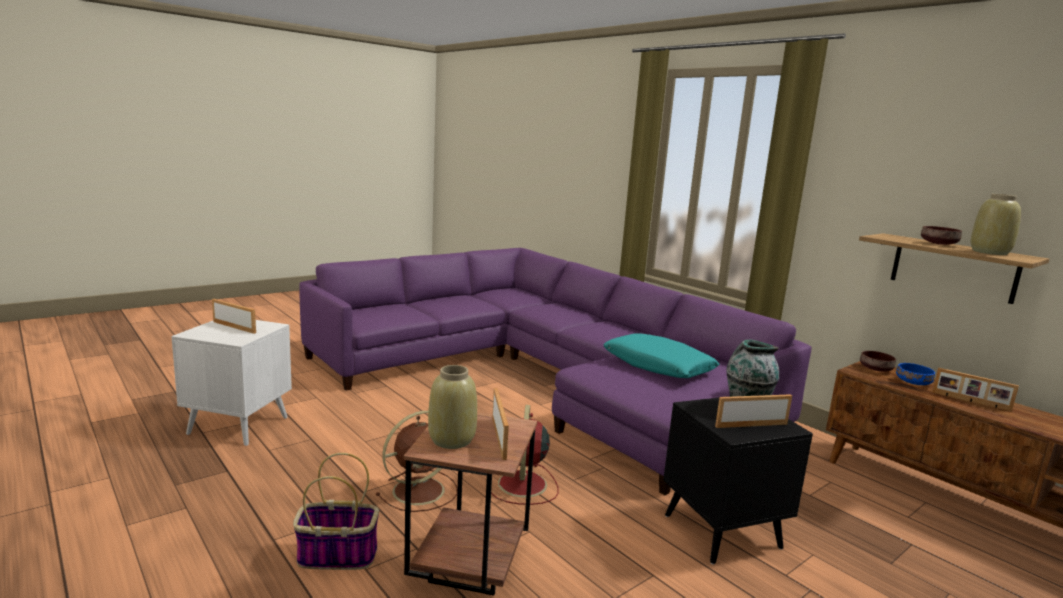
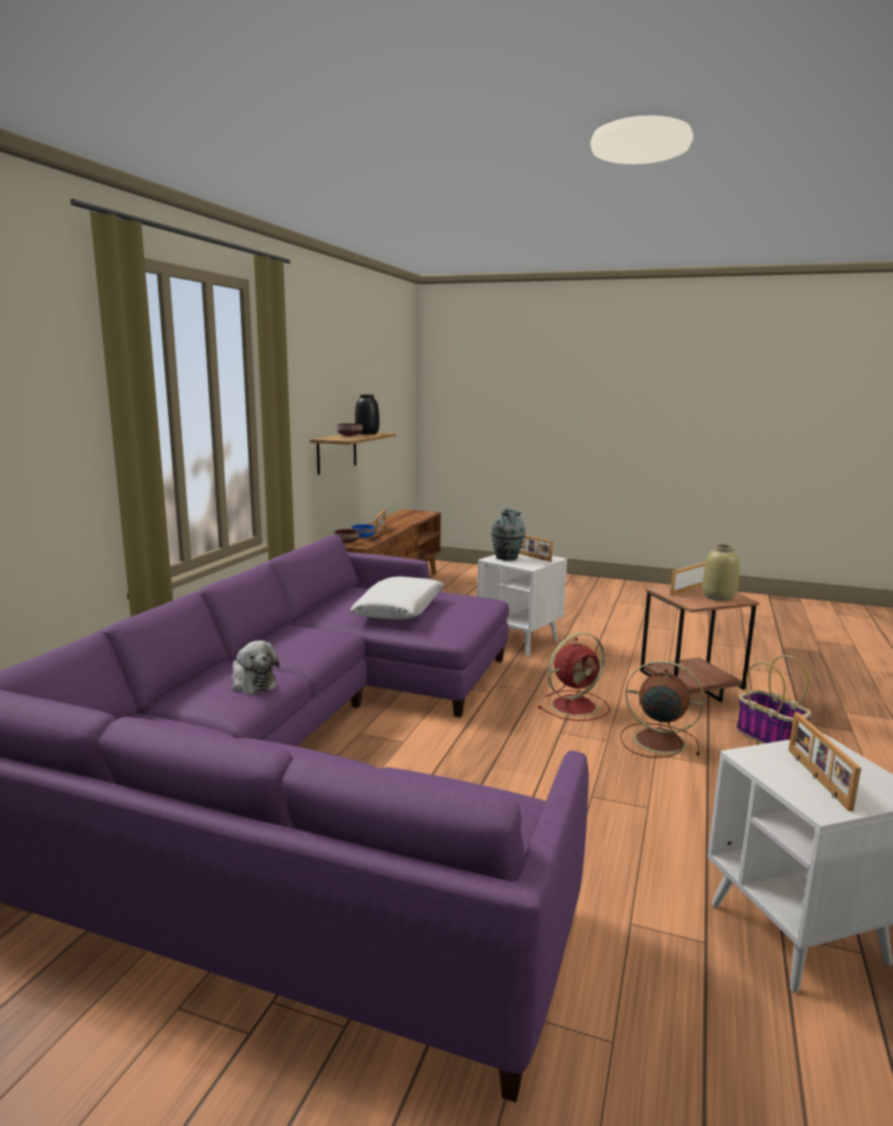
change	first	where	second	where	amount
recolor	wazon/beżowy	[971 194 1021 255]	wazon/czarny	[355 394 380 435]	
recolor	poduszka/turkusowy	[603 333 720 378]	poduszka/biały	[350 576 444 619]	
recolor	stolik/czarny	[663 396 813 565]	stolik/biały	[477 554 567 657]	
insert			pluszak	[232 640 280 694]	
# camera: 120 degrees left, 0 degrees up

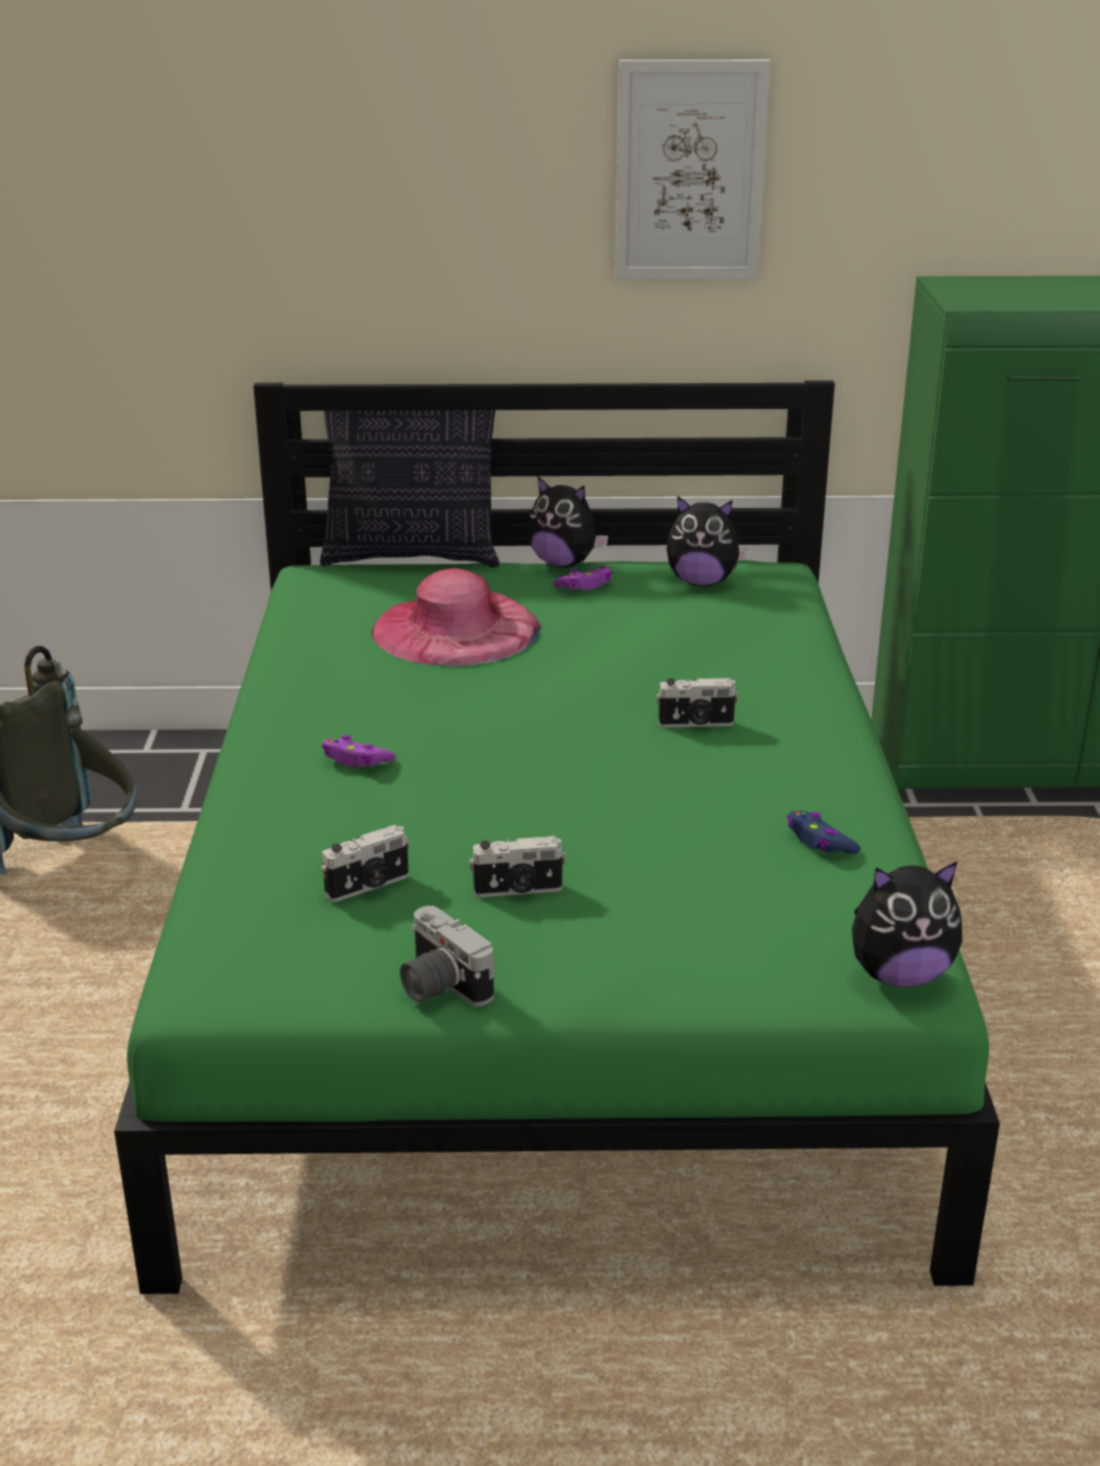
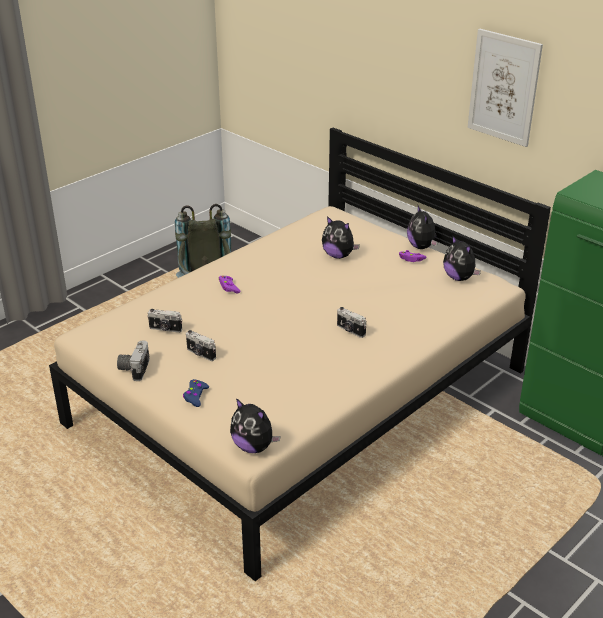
change	first	where	second	where	amount
recolor	łóżko/zielony	[114 380 1000 1294]	łóżko/beżowy	[49 128 551 581]	
delete	poduszka	[320 410 499 568]			
replace	kapelusz/różowy	[371 568 541 667]	pluszak	[322 216 360 259]	
move	pad do gier/niebieski	[787 811 861 854]		[183 379 209 407]	
# camera: 45 degrees right, 5 degrees up

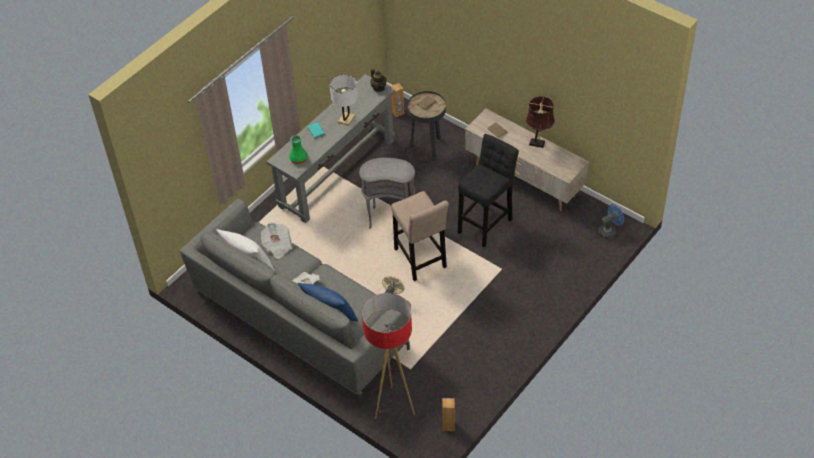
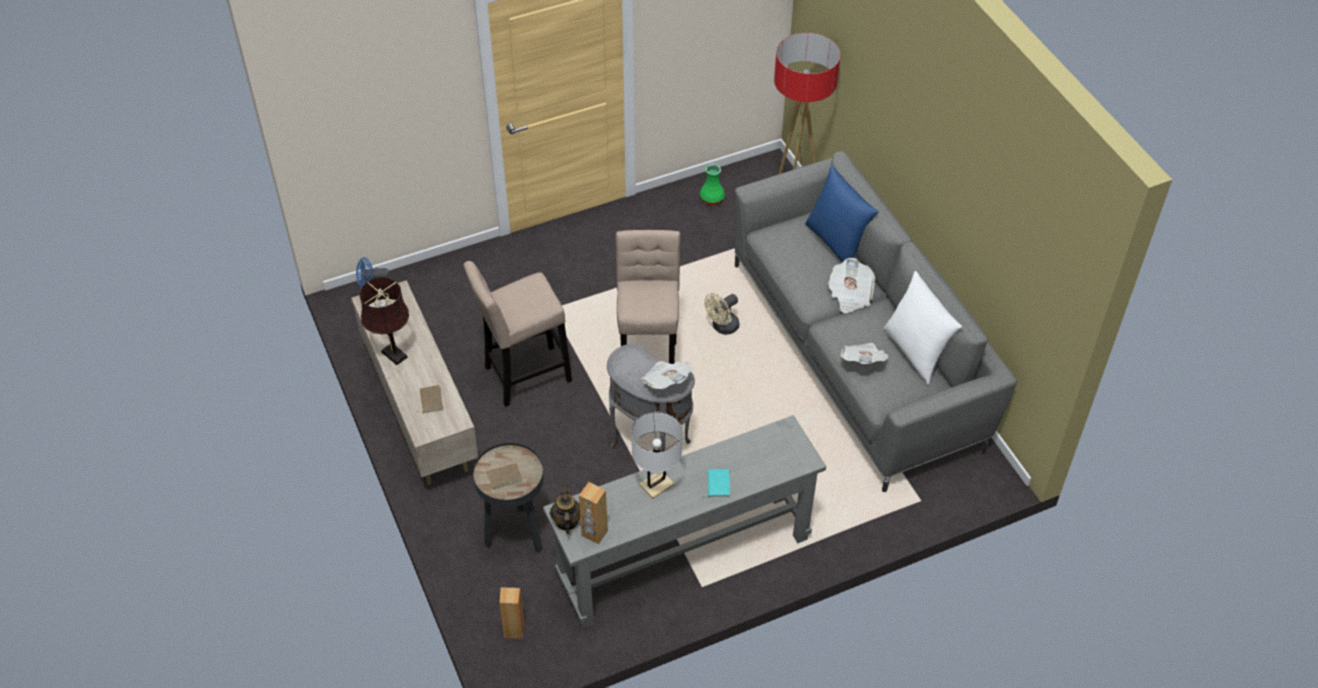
change	first	where	second	where	amount
recolor	stołek/czarny	[458 134 519 248]	stołek/beżowy	[463 261 572 407]	
move	wazon/zielony	[289 135 307 164]		[700 164 725 205]	
move	głośnik/brązowy	[442 398 455 431]		[579 482 608 544]	
insert			gazeta	[641 361 694 389]	
# camera: 155 degrees left, 0 degrees up

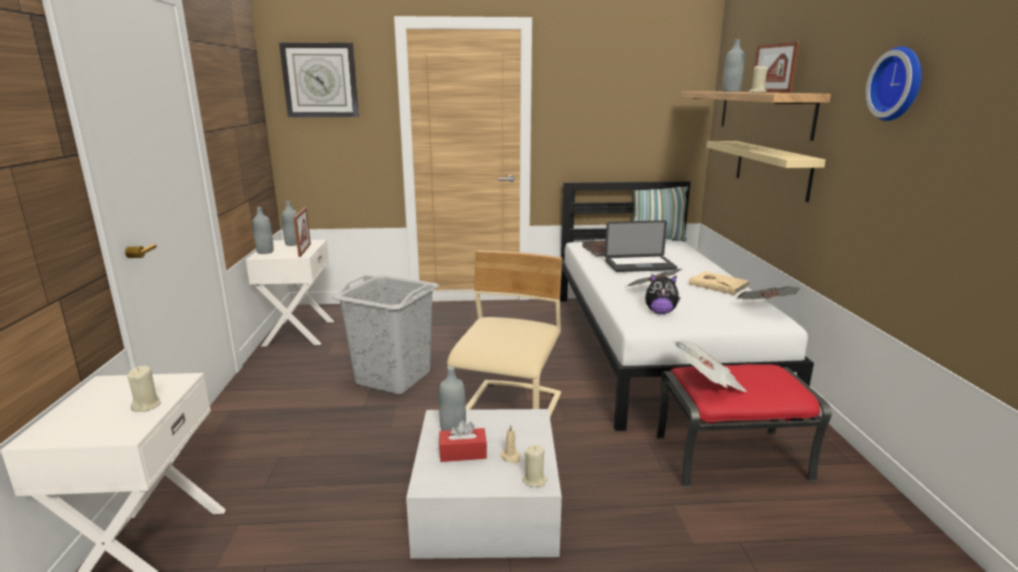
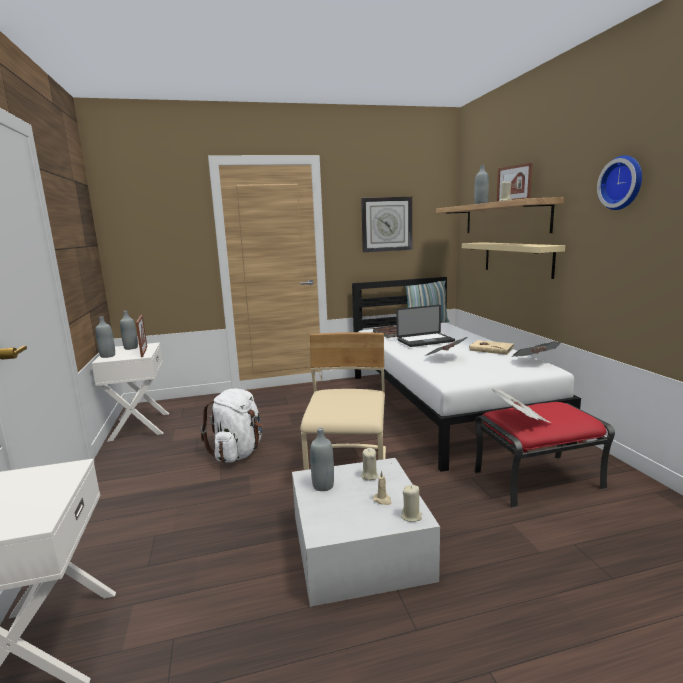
change	first	where	second	where	amount
move	zegar ścienny	[279 42 359 117]		[361 197 412 252]	
delete	pluszak	[645 274 681 314]			
replace	kosz na pranie/szary	[332 275 439 394]	plecak/biały	[201 388 262 463]	
move	świeca/beżowy	[127 366 161 412]		[361 448 378 481]	
delete	pudełko chusteczek/czerwony	[439 420 487 462]			
# camera: 10 degrees left, 5 degrees down

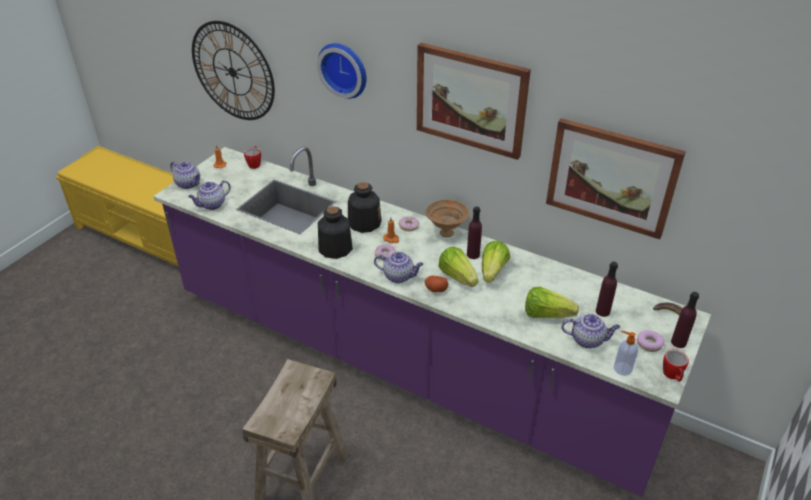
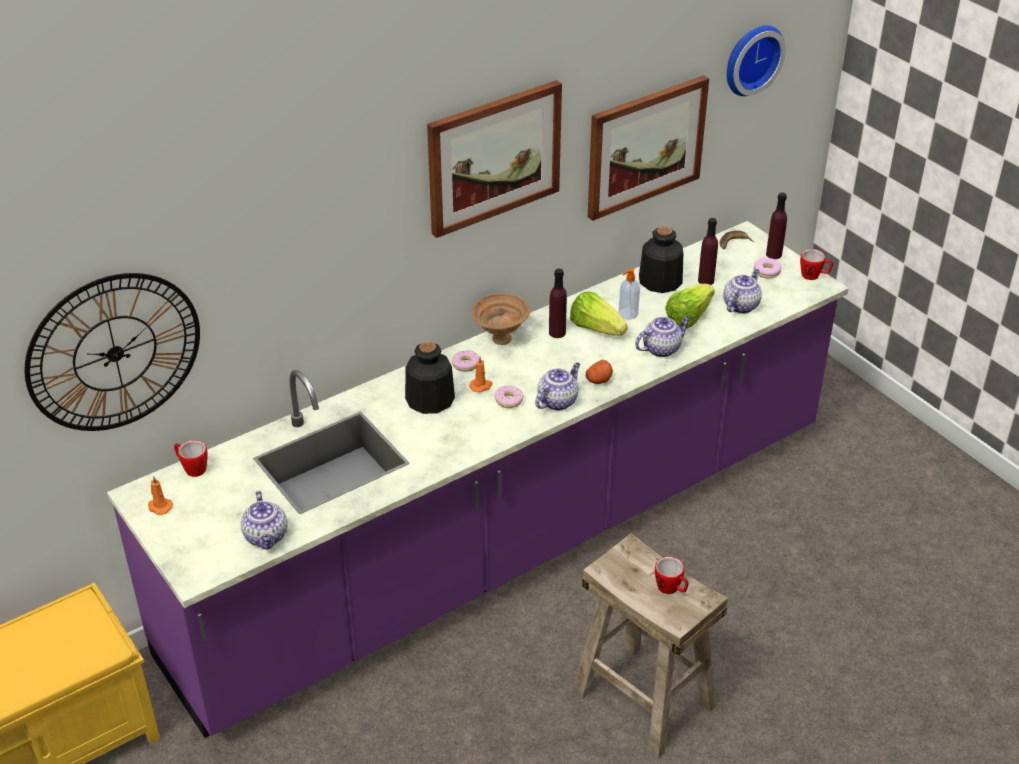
change	first	where	second	where	amount
move	zegar ścienny	[317 43 367 99]		[727 25 786 96]	
move	imbryk	[170 161 201 189]		[635 316 691 357]	
move	butelka	[318 206 353 259]		[639 226 683 293]	
delete	sałata	[438 247 478 287]			
move	dozownik mydła	[614 331 638 376]		[619 268 640 320]	
insert			kubek	[655 557 688 594]	
# camera: 65 degrees left, 0 degrees up

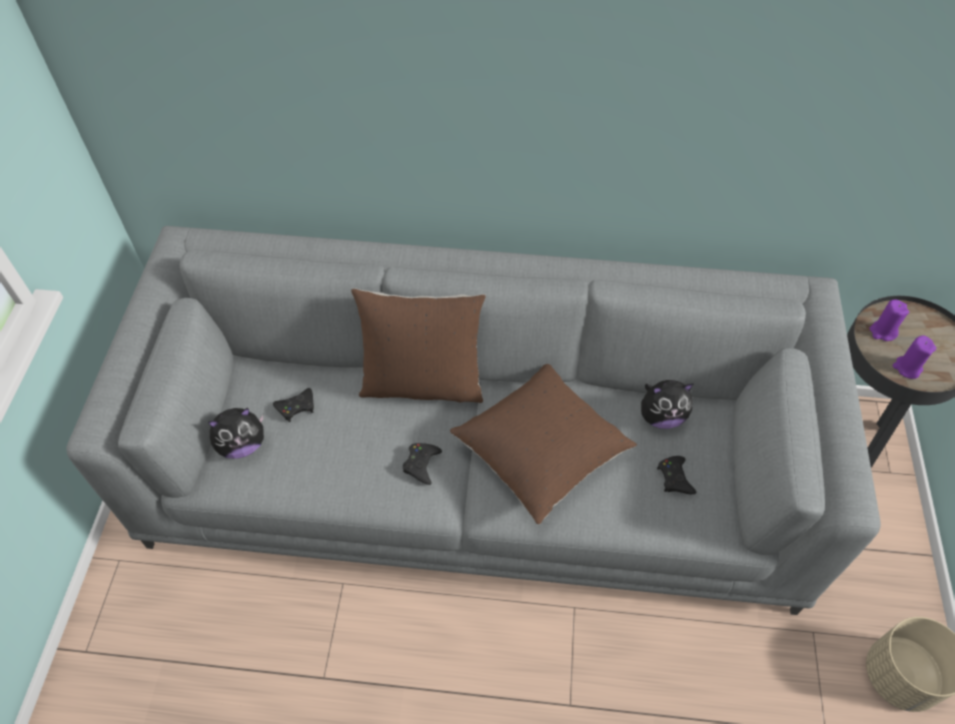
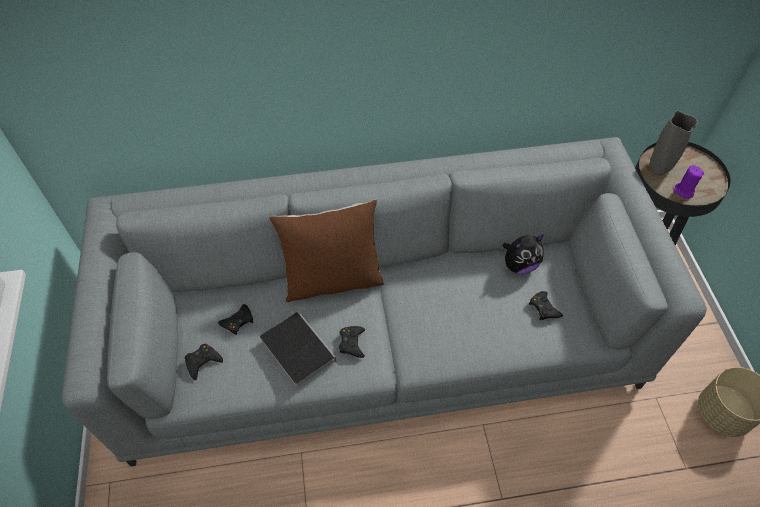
change	first	where	second	where	amount
replace	świeca/fioletowy	[869 300 909 341]	wazon/szary	[650 111 698 176]	
delete	poduszka/brązowy	[450 364 637 525]			
replace	pluszak	[208 408 264 459]	pad do gier/czarny	[185 344 223 380]	
insert			książka	[260 310 336 389]	
# camera: 15 degrees left, 0 degrees up

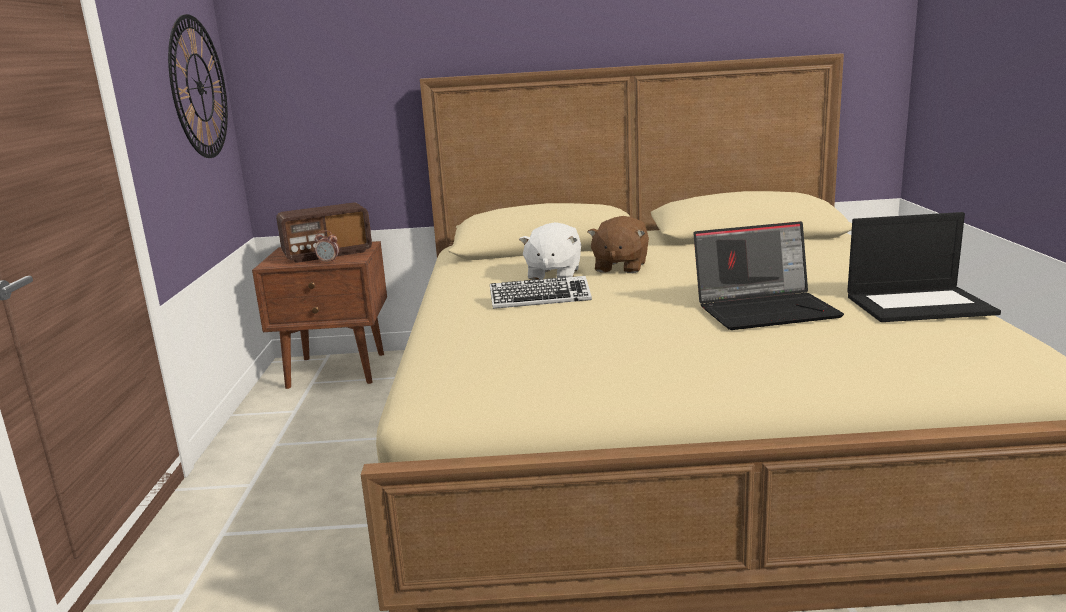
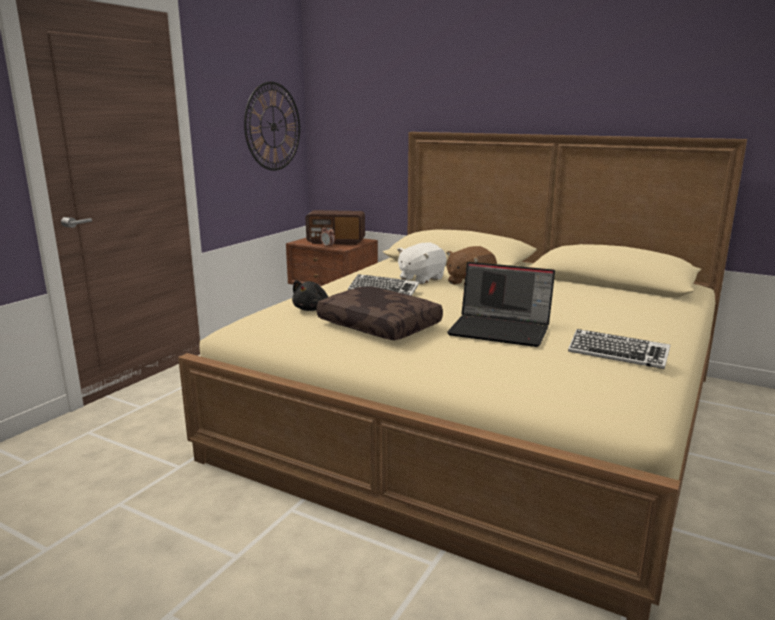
change	first	where	second	where	amount
replace	laptop	[847 212 1001 322]	klawiatura	[568 329 670 369]	
insert			pluszak/czarny	[292 280 328 311]	
insert			poduszka/brązowy	[316 286 443 340]	
# camera: 30 degrees right, 0 degrees up

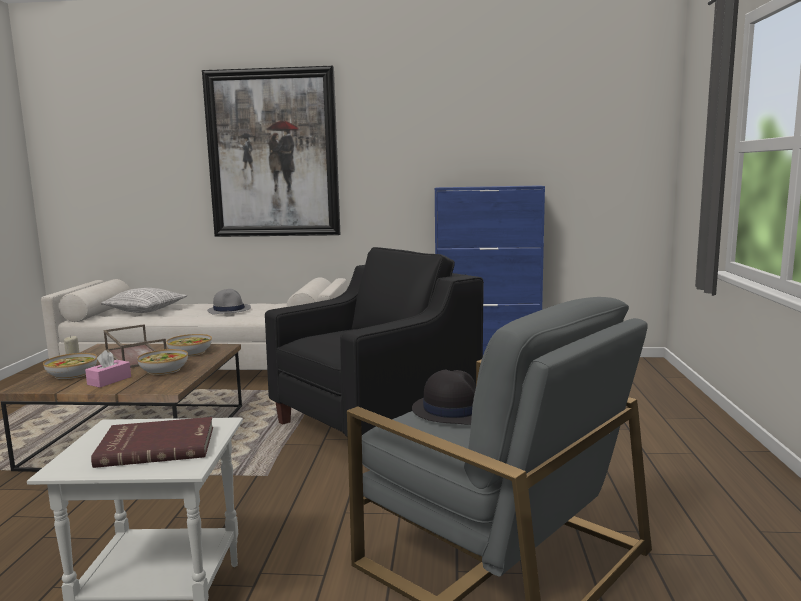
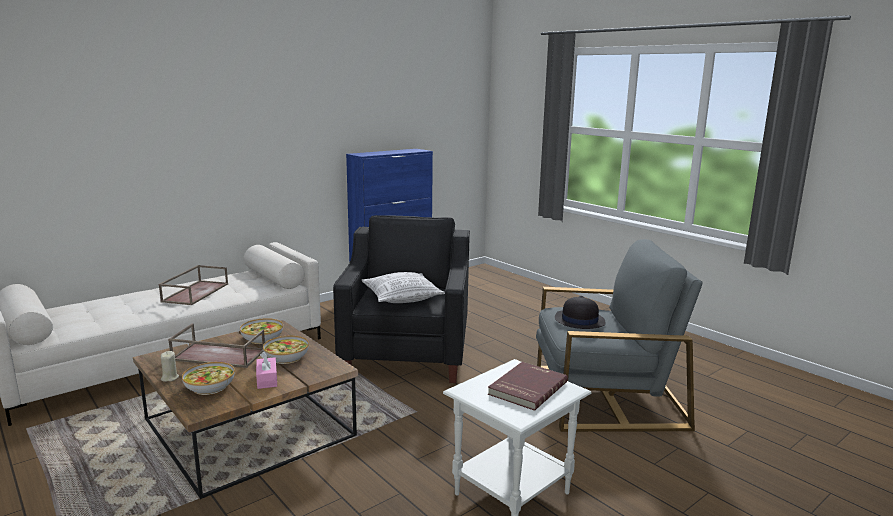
change	first	where	second	where	amount
delete	obraz	[202 66 340 237]			
move	poduszka	[101 288 188 313]		[362 272 445 303]	
replace	kapelusz/szary	[207 289 251 314]	taca/brązowy	[159 265 228 305]	
# camera: 45 degrees left, 5 degrees up

